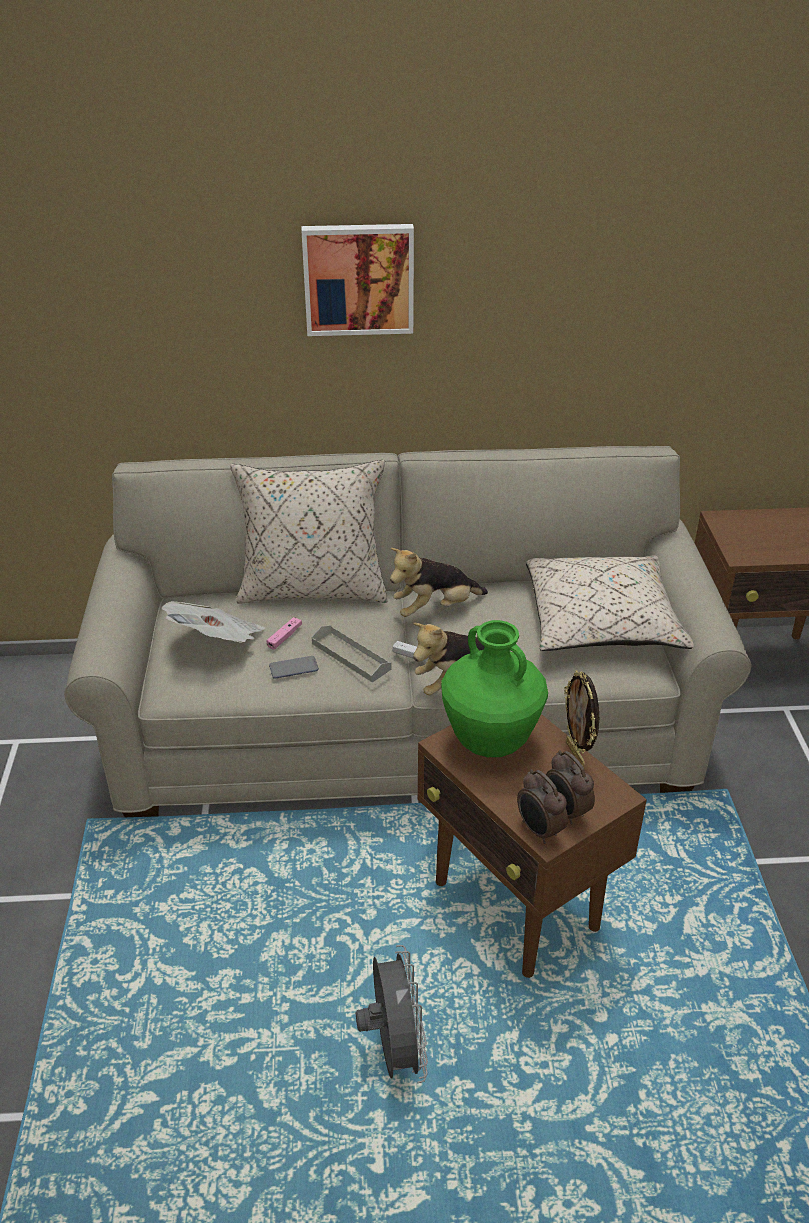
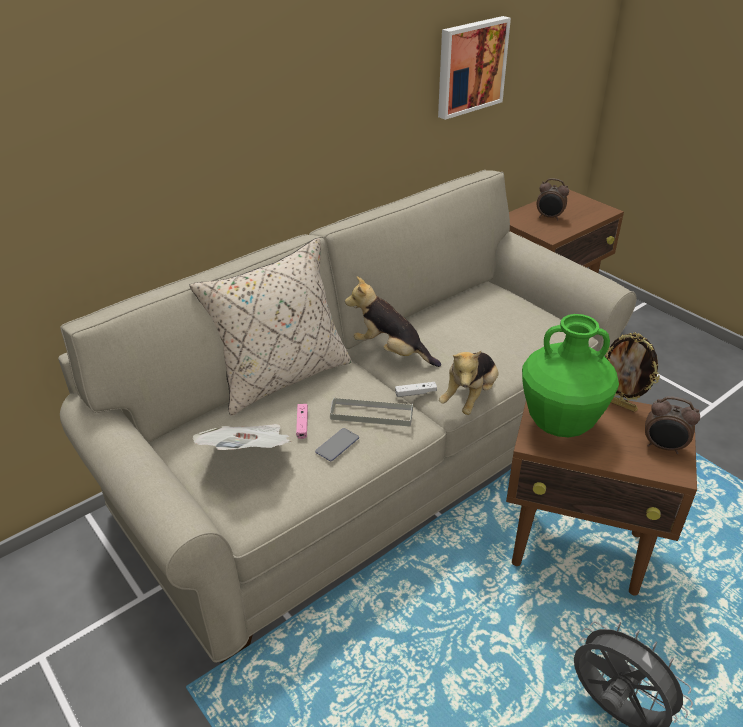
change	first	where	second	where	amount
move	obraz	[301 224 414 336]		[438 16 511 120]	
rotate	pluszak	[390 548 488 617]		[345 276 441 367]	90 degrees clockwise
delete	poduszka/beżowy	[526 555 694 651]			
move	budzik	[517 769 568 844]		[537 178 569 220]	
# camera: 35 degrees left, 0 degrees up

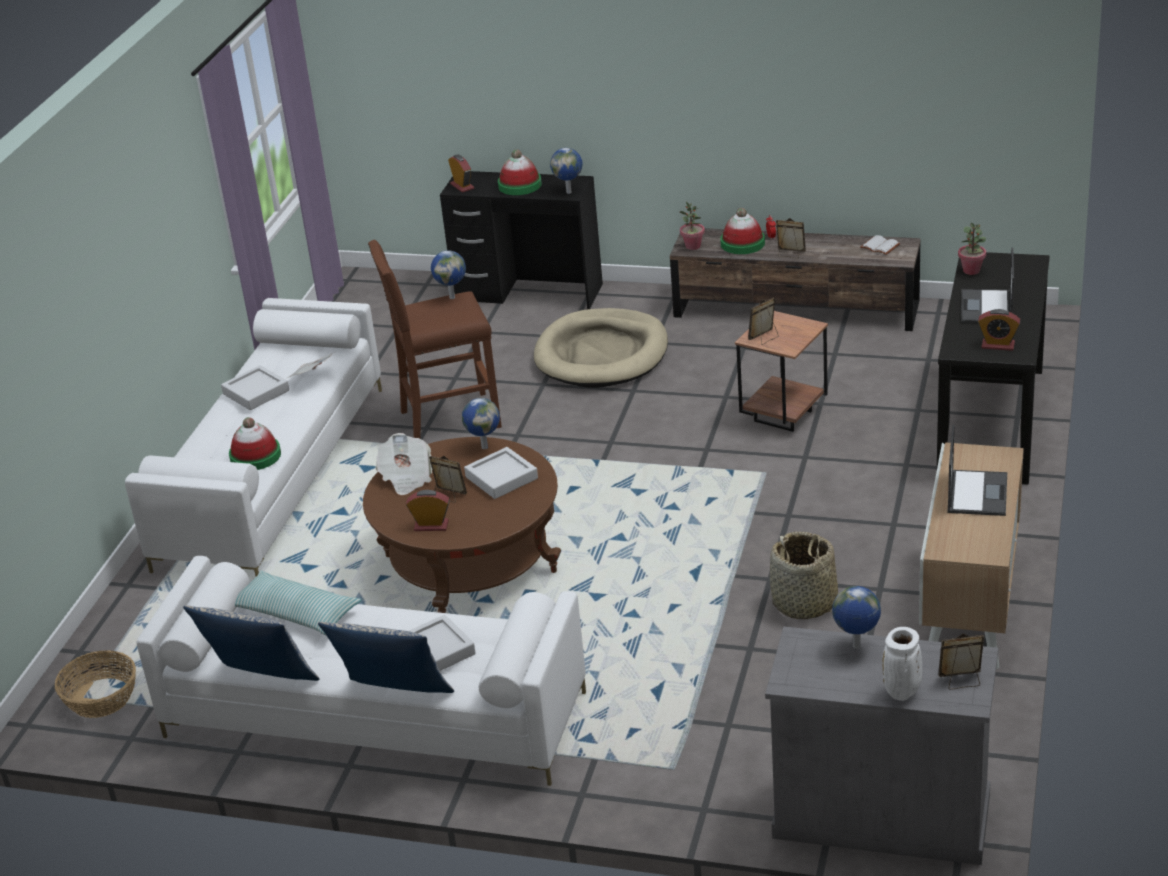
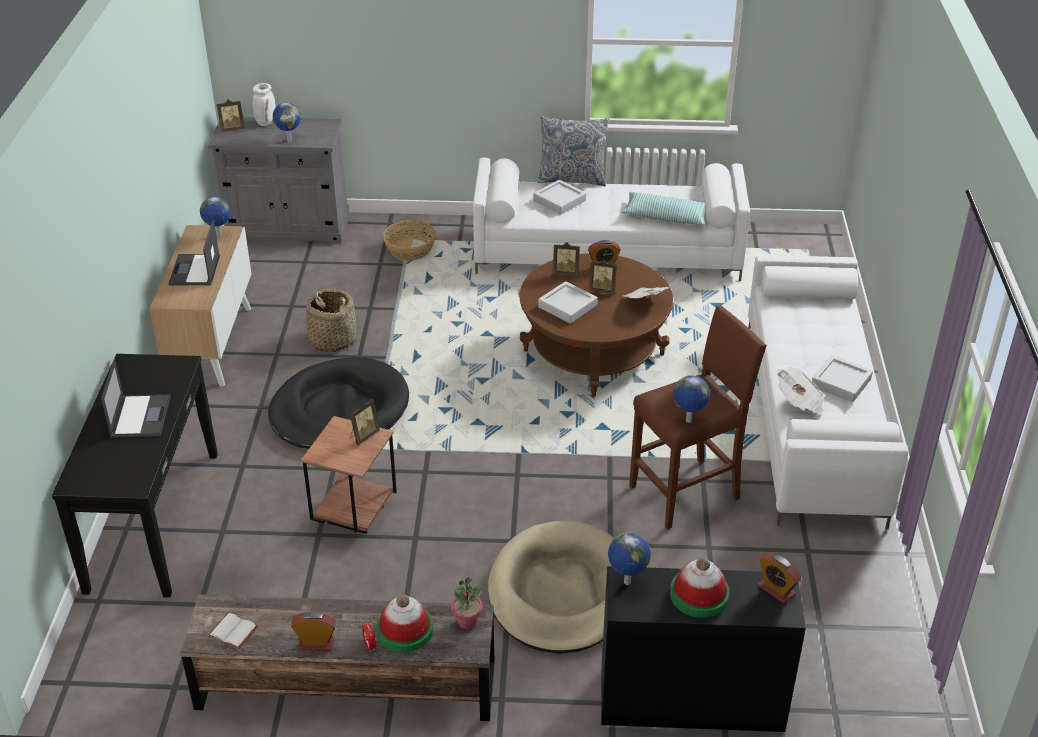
change	first	where	second	where	amount
move	ramka na zdjęcie	[776 218 806 258]		[553 242 580 276]	
delete	roślina doniczkowa	[958 223 986 275]			
move	budzik	[978 309 1021 351]		[291 612 336 651]	
move	globus	[462 398 500 449]		[200 196 231 237]	
delete	kapelusz	[229 417 281 470]			
delete	poduszka	[183 605 319 681]			
move	koszyk	[55 650 136 718]		[383 220 436 260]	
insert			legowisko/czarny	[268 357 409 449]	
# camera: 165 degrees right, 5 degrees up

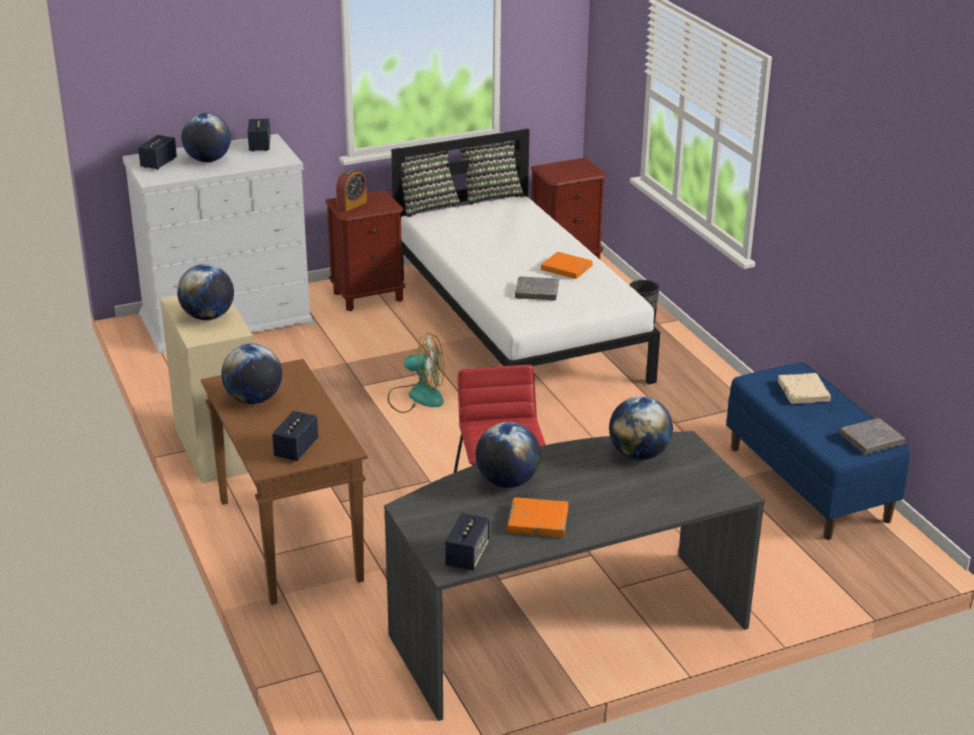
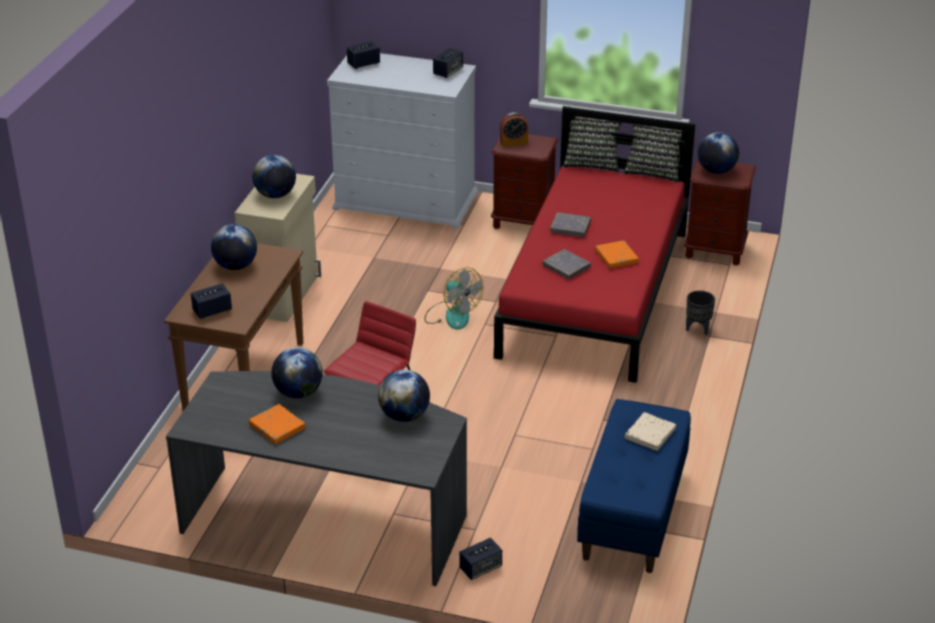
change	first	where	second	where	amount
move	globus	[181 113 231 162]		[698 132 739 174]	
recolor	łóżko/biały	[391 129 660 385]	łóżko/czerwony	[494 106 696 383]	
move	książka/szary	[840 418 905 455]		[550 212 591 237]	
move	głośnik	[445 513 489 571]		[459 538 502 580]	
# camera: 40 degrees right, 5 degrees up

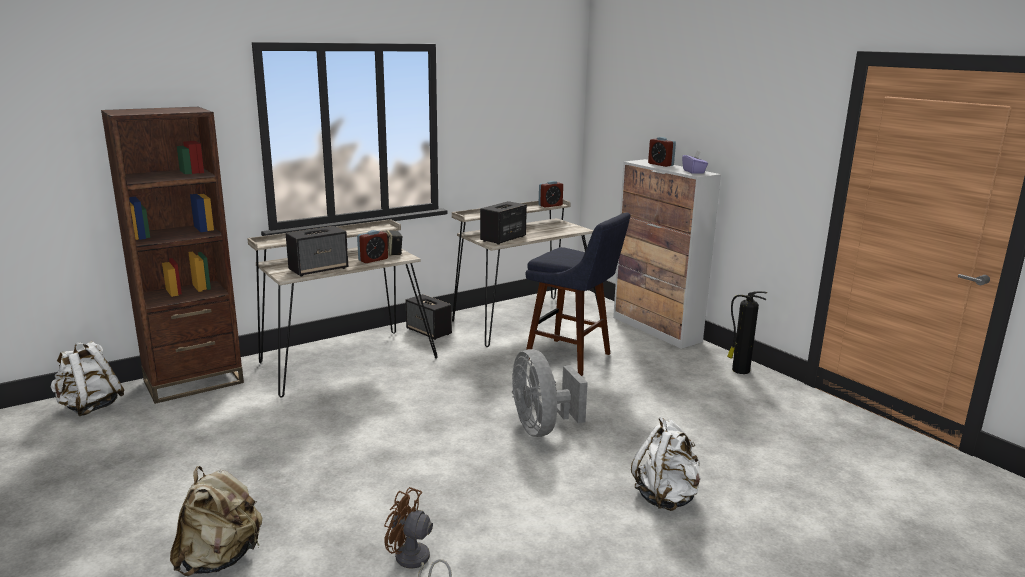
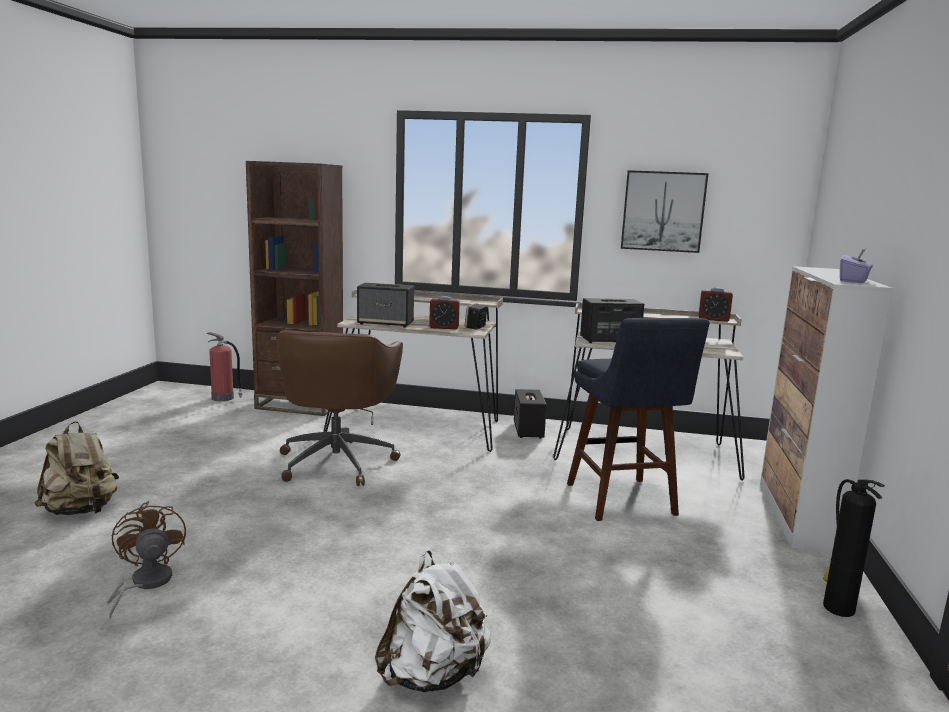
change	first	where	second	where	amount
delete	budzik	[648 137 676 167]			
replace	plecak/biały	[51 341 124 416]	gaśnica	[207 332 243 401]	
delete	wentylator/szary	[512 349 588 437]			
insert			obraz	[621 170 708 253]	
insert			krzesło biurowe/brązowy	[276 330 403 486]	
# camera: 45 degrees right, 5 degrees down

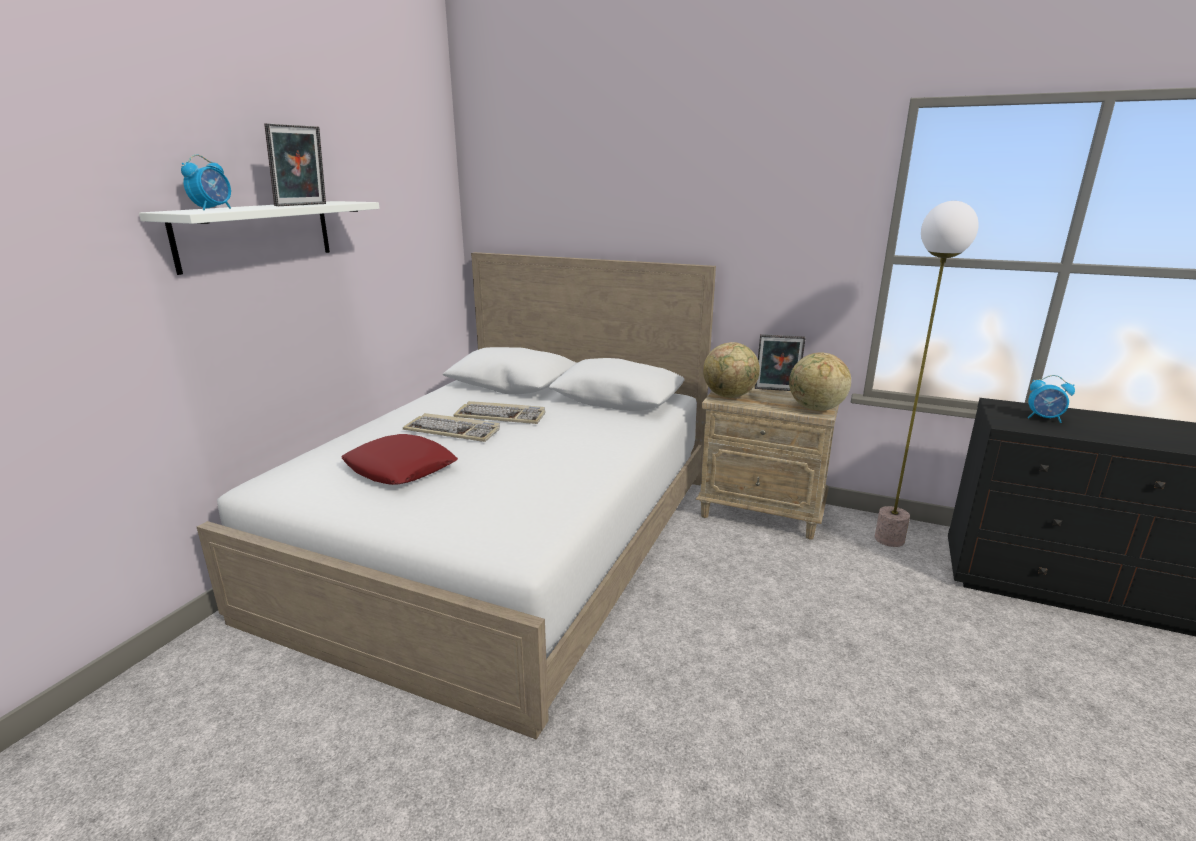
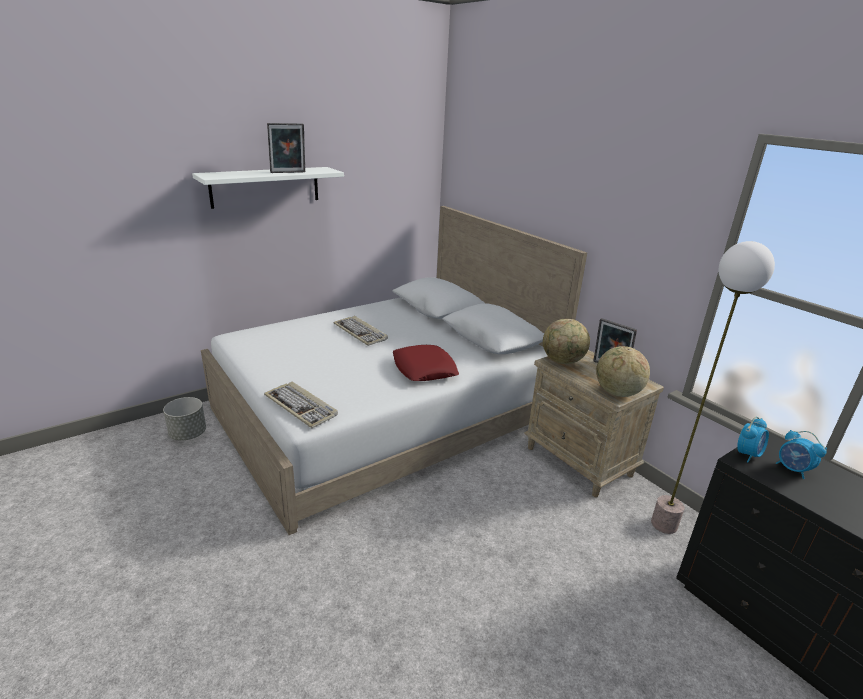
change	first	where	second	where	amount
move	budzik	[181 154 231 210]		[737 417 769 462]	
move	klawiatura	[453 401 546 424]		[264 382 338 428]	
move	poduszka/czerwony	[341 434 458 485]		[393 345 459 381]	
insert			donica/szary	[163 397 206 440]	
# camera: 30 degrees right, 5 degrees up

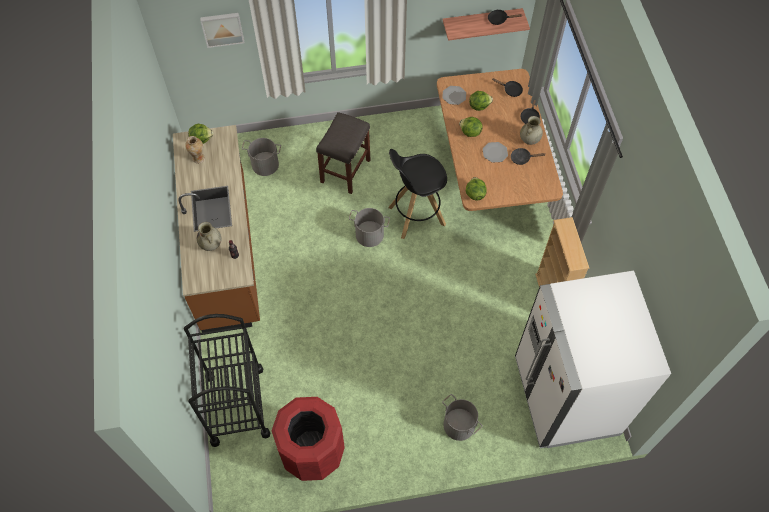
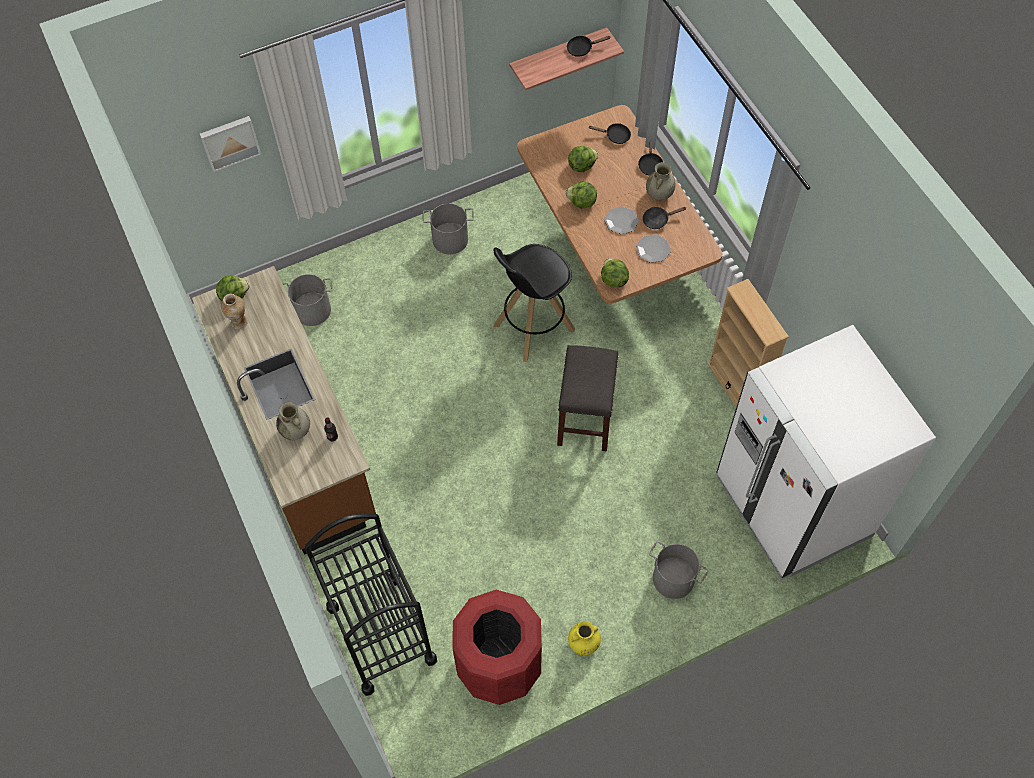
change	first	where	second	where	amount
move	talerz	[442 86 466 105]		[636 234 671 263]	
move	stołek/szary	[316 112 370 194]		[557 345 619 452]	
move	wiadro/szary	[349 208 390 247]		[422 203 474 254]	
insert			wazon/żółty	[568 621 601 656]	
# camera: 15 degrees left, 0 degrees up

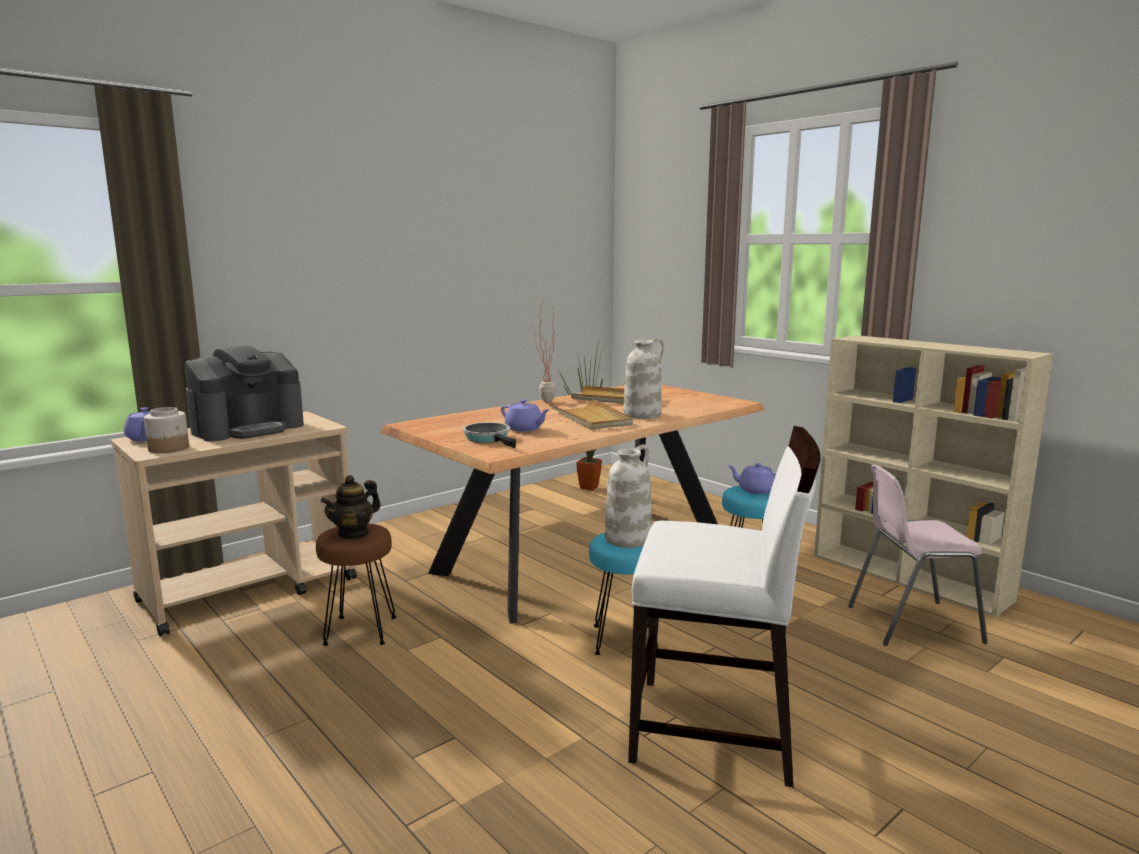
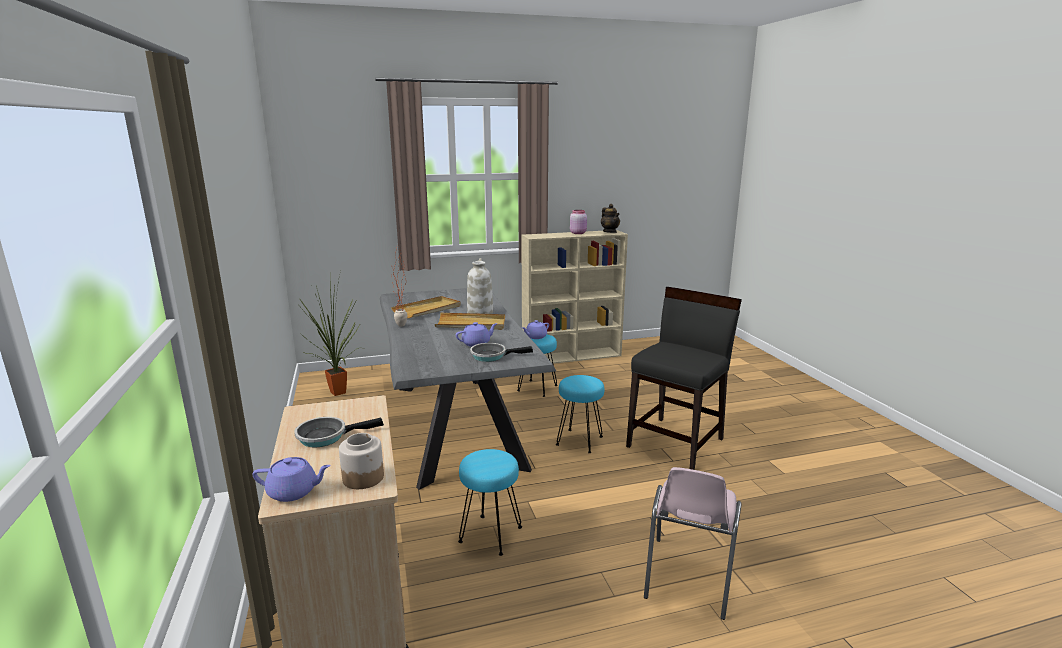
change	first	where	second	where	amount
replace	ekspres do kawy	[185 346 304 442]	patelnia	[294 417 384 447]	
recolor	stół jadalny/brązowy	[381 385 765 624]	stół jadalny/szary	[380 288 556 490]	
recolor	krzesło/biały	[628 426 821 787]	krzesło/czarny	[626 287 742 470]	
delete	wazon/biały	[605 445 651 548]			
move	krzesło/różowy	[848 464 988 646]		[644 467 741 620]	
move	imbryk	[321 475 381 539]		[601 204 620 233]	
recolor	stołek/brązowy	[316 524 396 646]	stołek/turkusowy	[458 449 522 556]	
insert			słoik/różowy	[570 210 587 234]	
# camera: 65 degrees left, 5 degrees up

